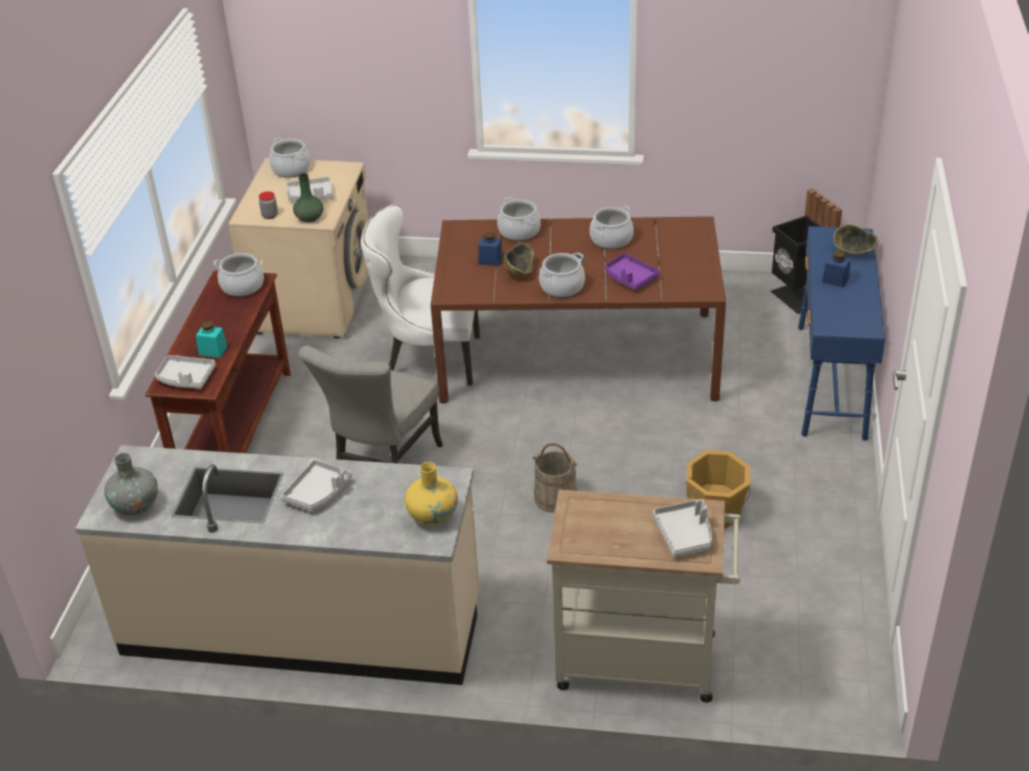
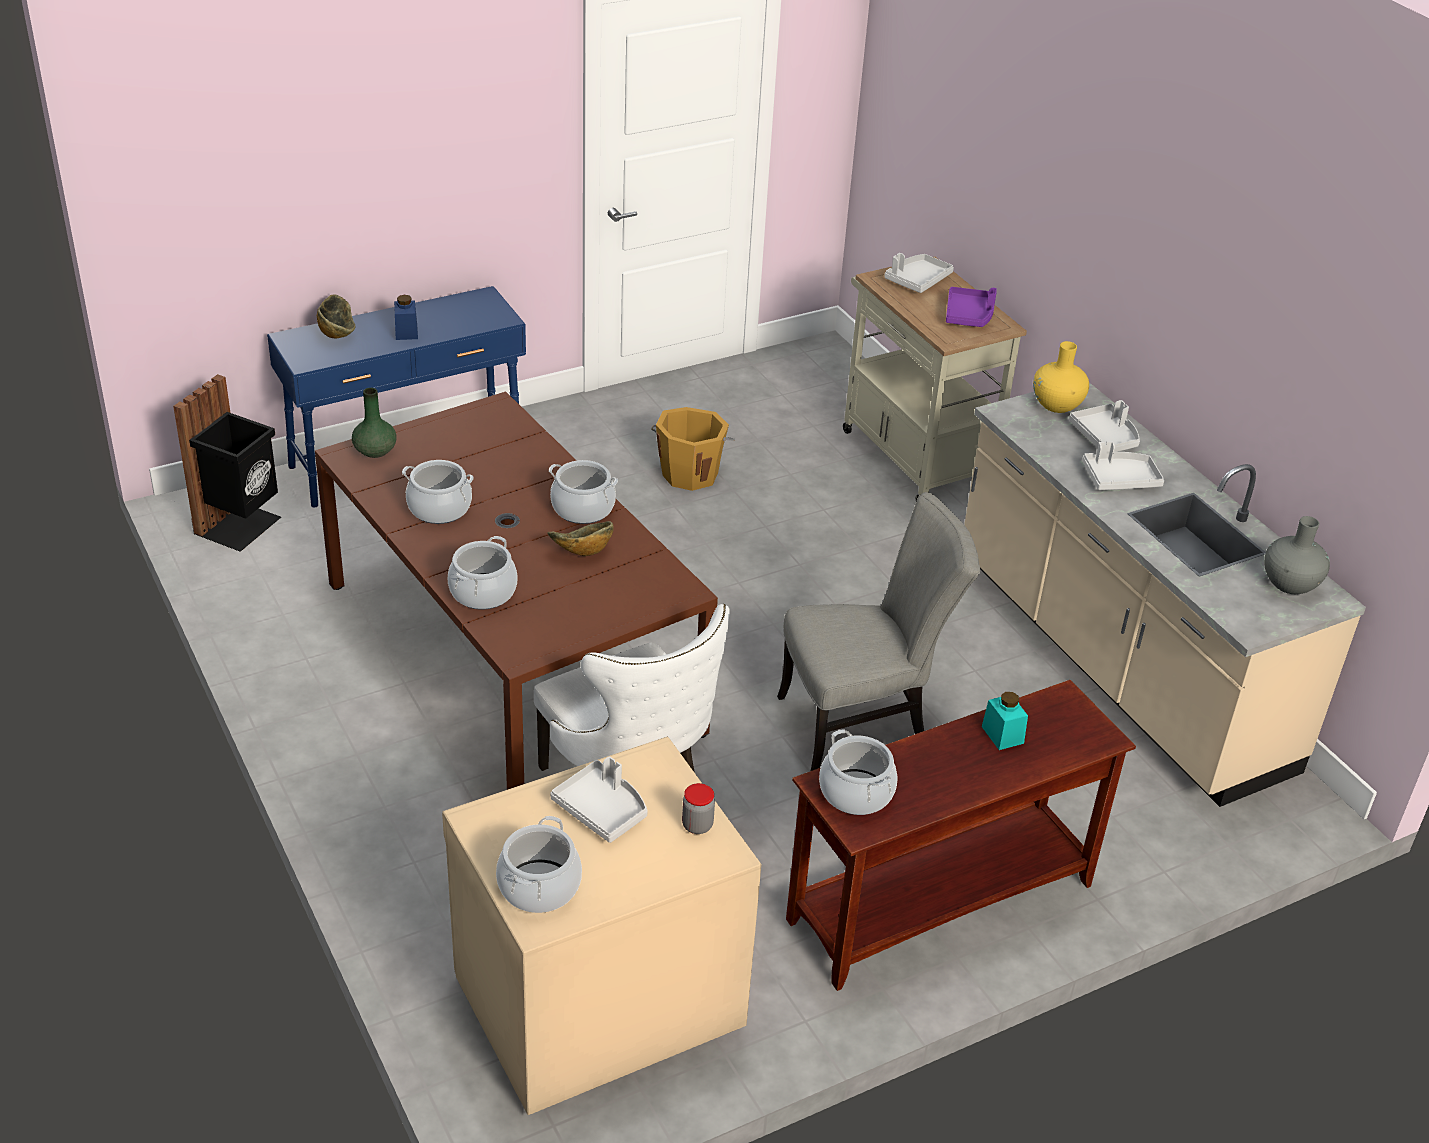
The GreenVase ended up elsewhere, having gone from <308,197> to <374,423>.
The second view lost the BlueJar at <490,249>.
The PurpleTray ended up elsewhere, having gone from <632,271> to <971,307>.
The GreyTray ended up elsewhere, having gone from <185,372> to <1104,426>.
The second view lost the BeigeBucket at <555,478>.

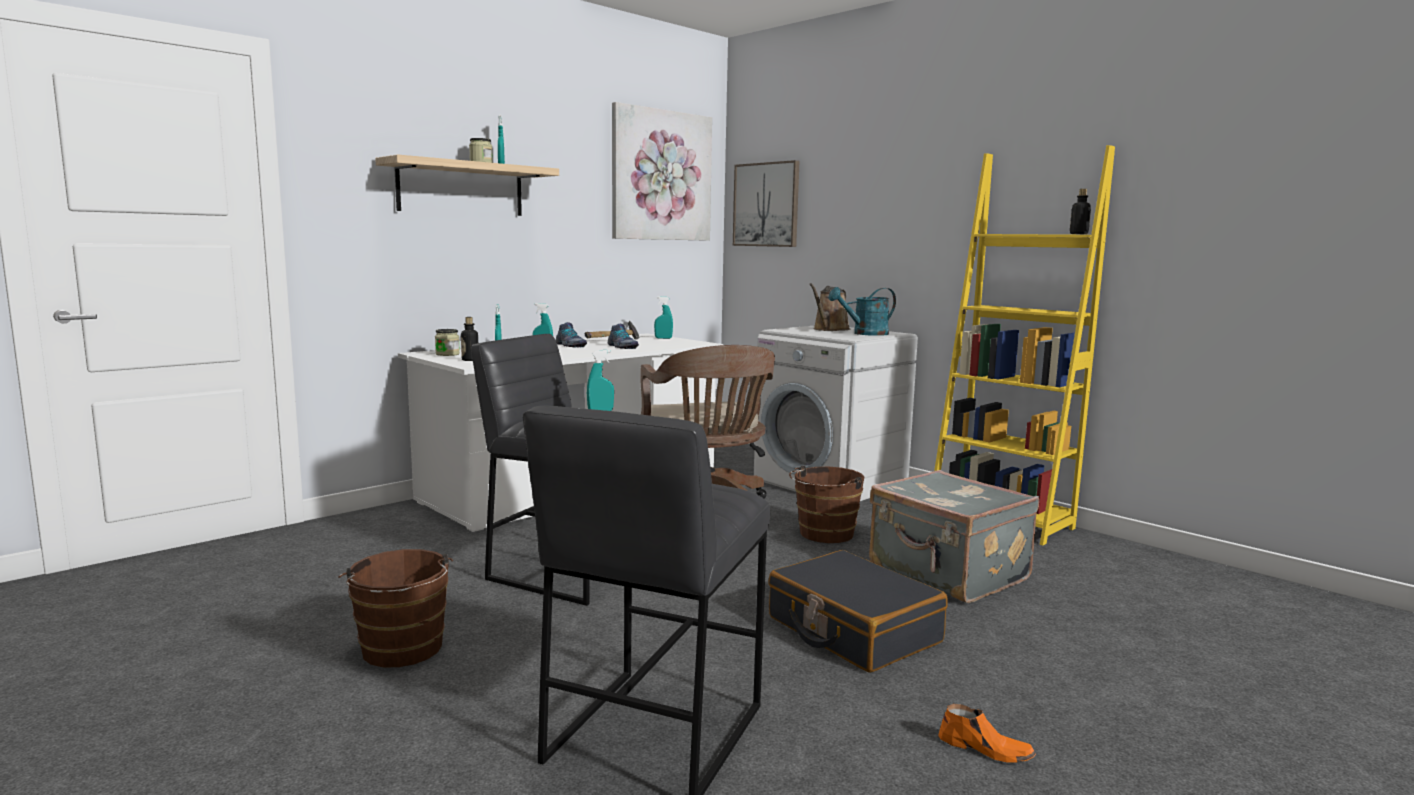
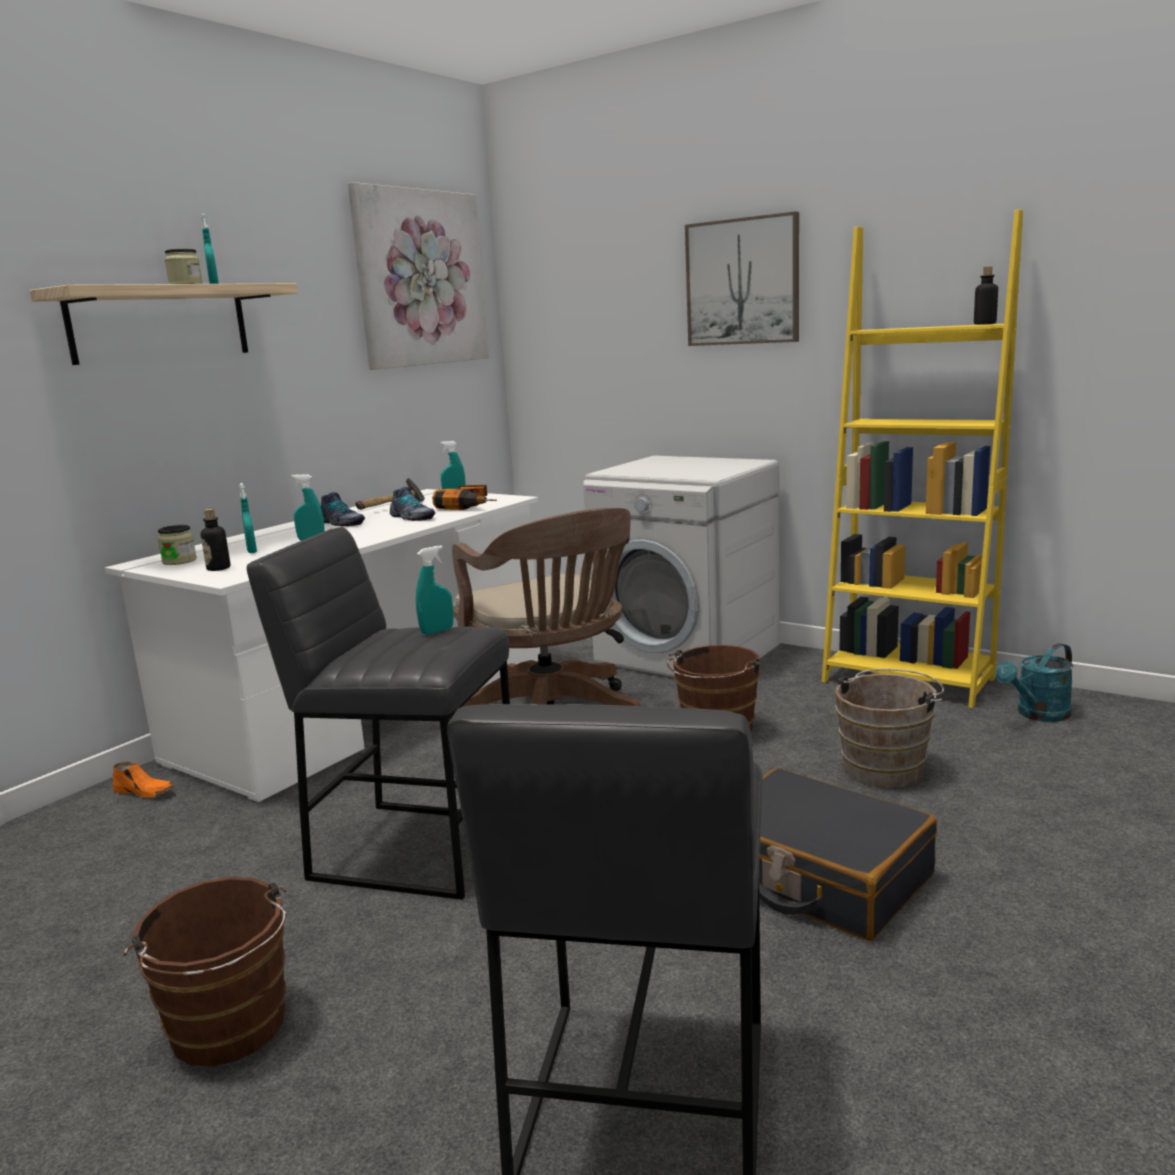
The Picture ended up elsewhere, having gone from <766,203> to <742,278>.
The second view lost the BrownWateringCan at <829,307>.
The TurquoiseWateringCan ended up elsewhere, having gone from <862,311> to <1034,682>.
Where the GreySuitcase stood at <954,536>, the BrownBucket came to stand at <889,728>.
The OrangeShoe ended up elsewhere, having gone from <987,733> to <143,780>.
The second view gained the PowerDrill at <464,497>.

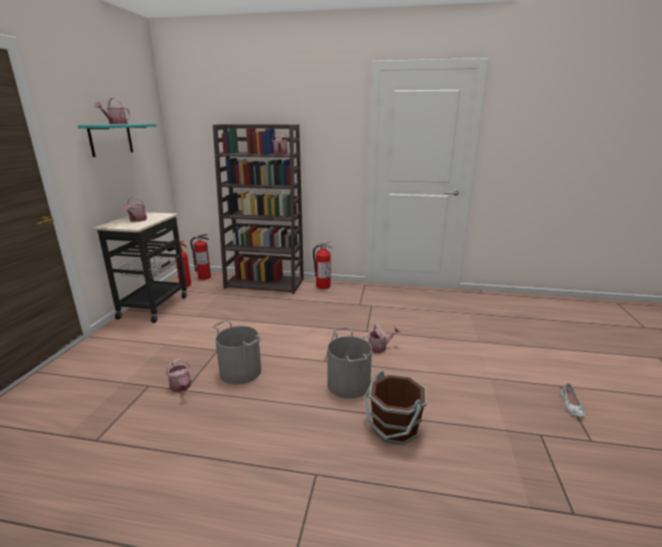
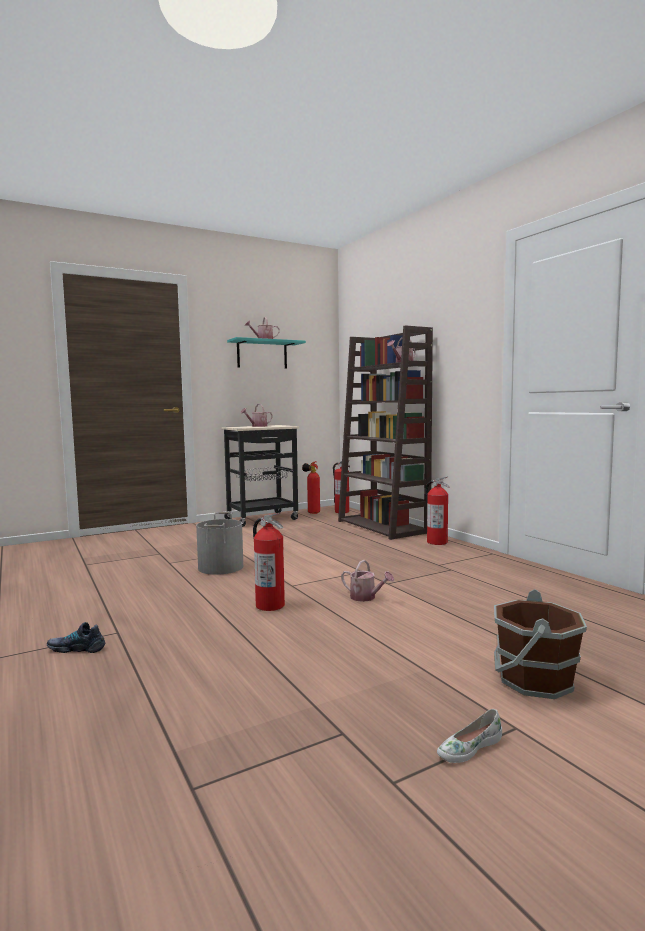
Where the GreyBucket stood at <349,363>, the FireExtinguisher came to stand at <269,561>.
The second view lost the WateringCan at <178,375>.
The BrownBucket ended up elsewhere, having gone from <395,408> to <540,644>.
The second view gained the Shoe at <76,637>.

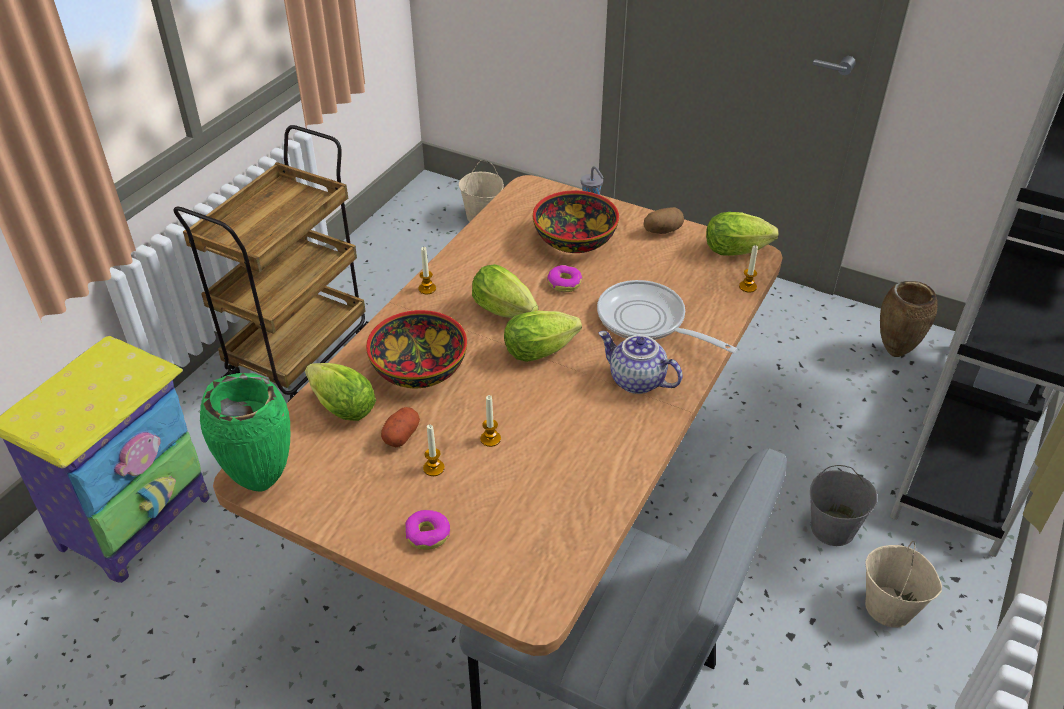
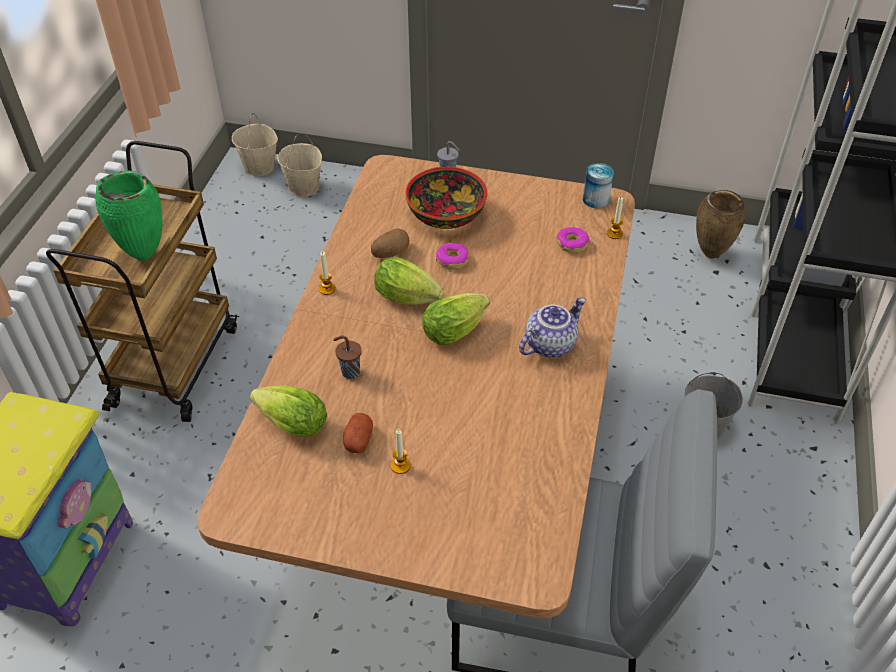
The Potato ended up elsewhere, having gone from <664,220> to <390,243>.
Where the Lettuce stood at <742,234>, the Can came to stand at <598,185>.
The second view lost the FryingPan at <667,316>.
Where the Bowl stood at <416,349>, the BrownCup came to stand at <347,357>.
The Teapot at <640,362> ended up facing another way, 120 degrees clockwise from before.
The GreenVase ended up elsewhere, having gone from <245,432> to <128,215>.
The second view lost the Candle at <490,421>.
The Donut ended up elsewhere, having gone from <427,530> to <573,240>.
The BeigeBucket ended up elsewhere, having gone from <903,584> to <255,144>.

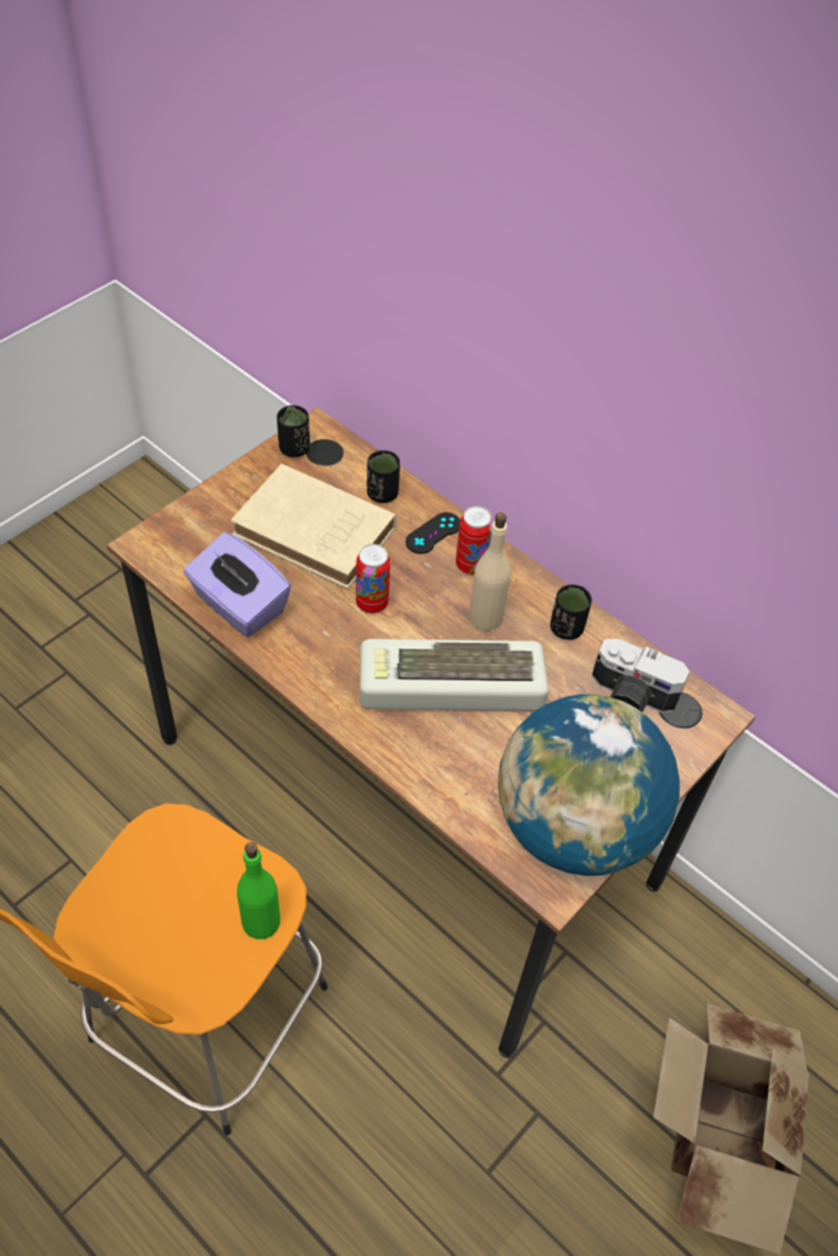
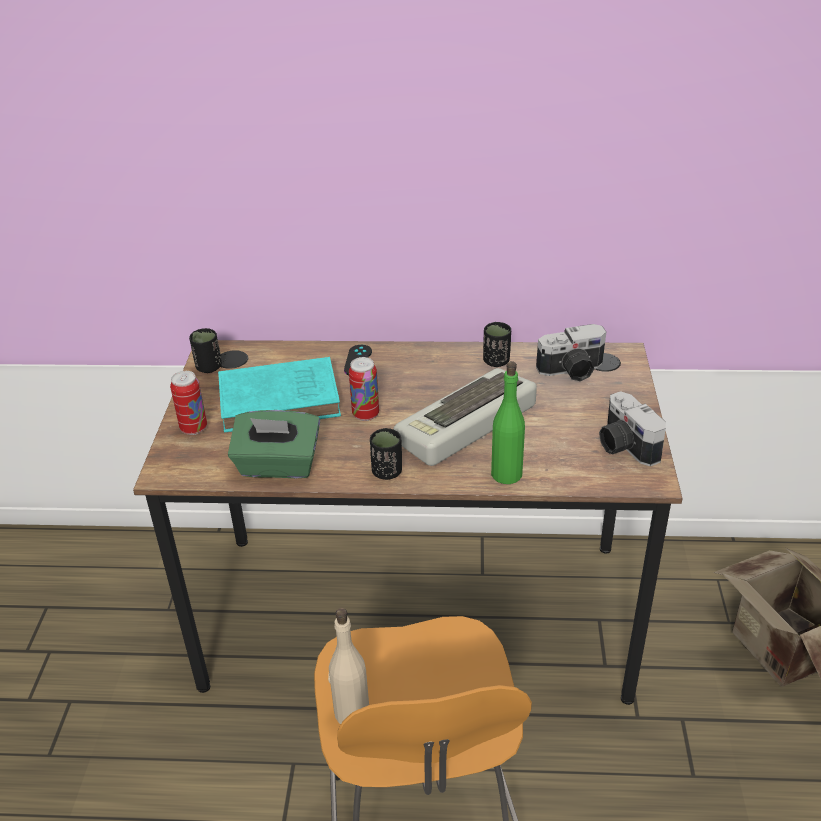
The BlackCup ended up elsewhere, having gone from <383,476> to <386,454>.
What was the BeigeBook at <314,526> turned into the TurquoiseBook at <279,395>.
The Can ended up elsewhere, having gone from <474,540> to <188,403>.
The BeigeBottle ended up elsewhere, having gone from <489,571> to <348,666>.
What was the PurpleTissueBox at <237,584> turned into the GreenTissueBox at <274,444>.
Where the Globe stood at <589,785>, the PhotoCamera came to stand at <632,428>.
The GreenBottle ended up elsewhere, having gone from <258,890> to <508,422>.

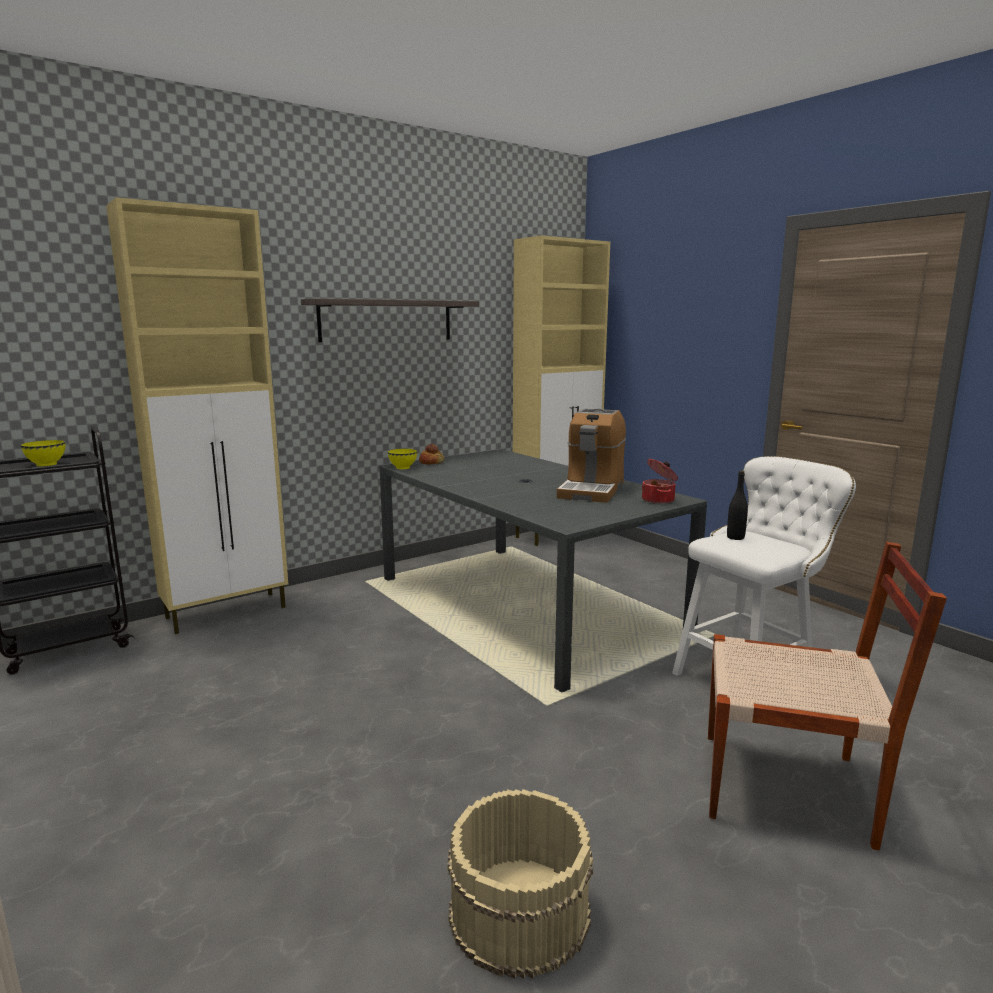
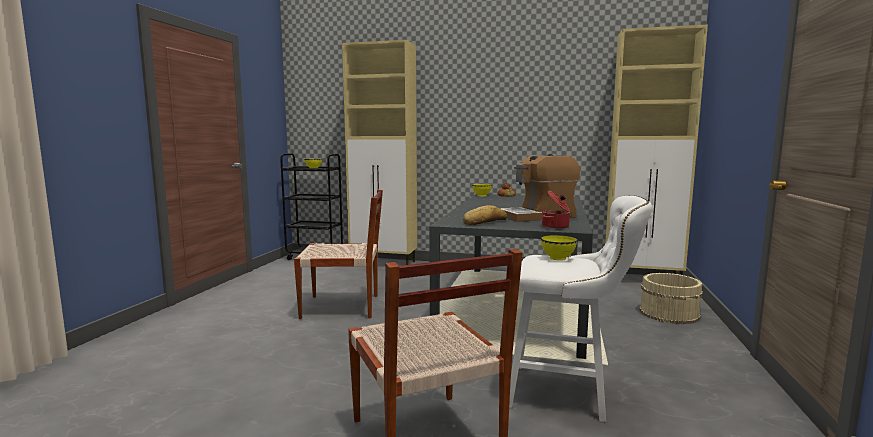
The second view lost the Shelf at <390,320>.
Where the BlackBottle stood at <737,505>, the YellowBowl came to stand at <559,248>.
The BeigeBucket ended up elsewhere, having gone from <520,884> to <671,298>.
The second view gained the Chair at <338,254>.
The second view gained the Bread at <485,215>.

